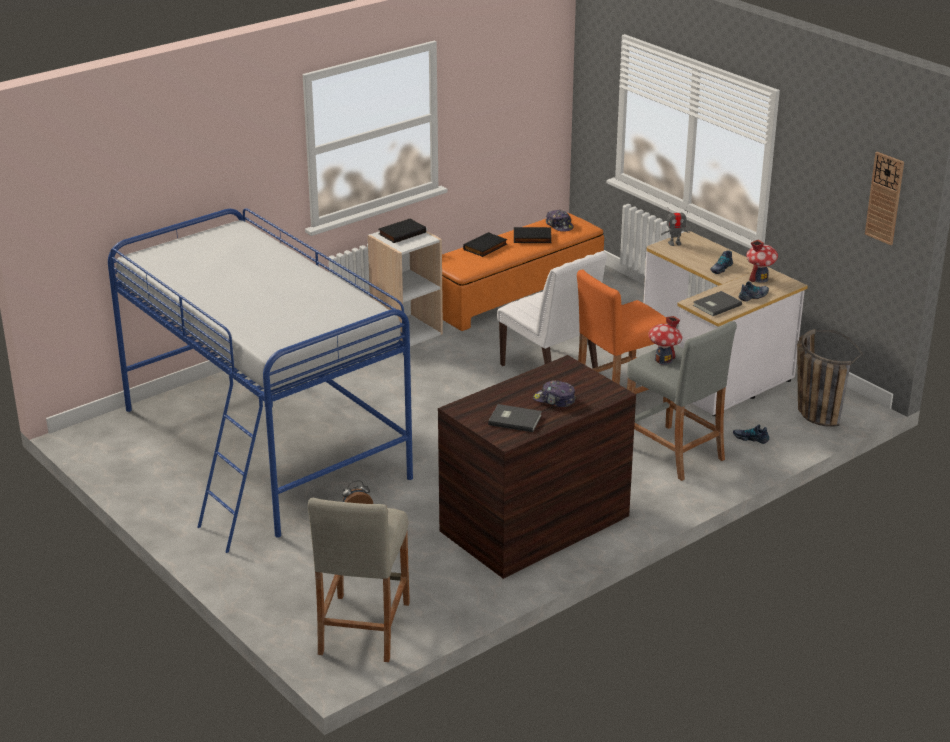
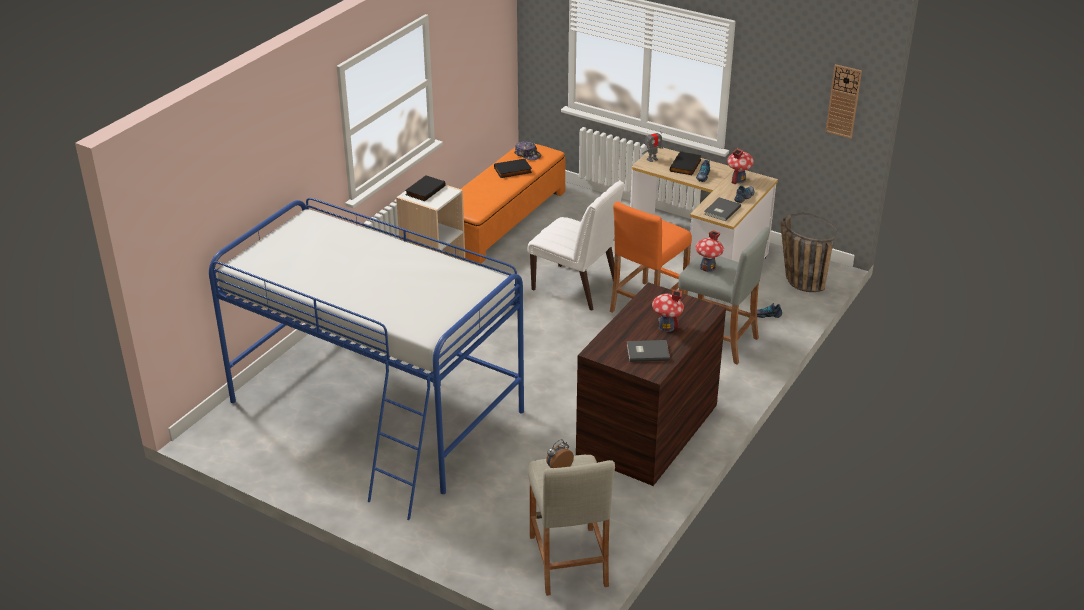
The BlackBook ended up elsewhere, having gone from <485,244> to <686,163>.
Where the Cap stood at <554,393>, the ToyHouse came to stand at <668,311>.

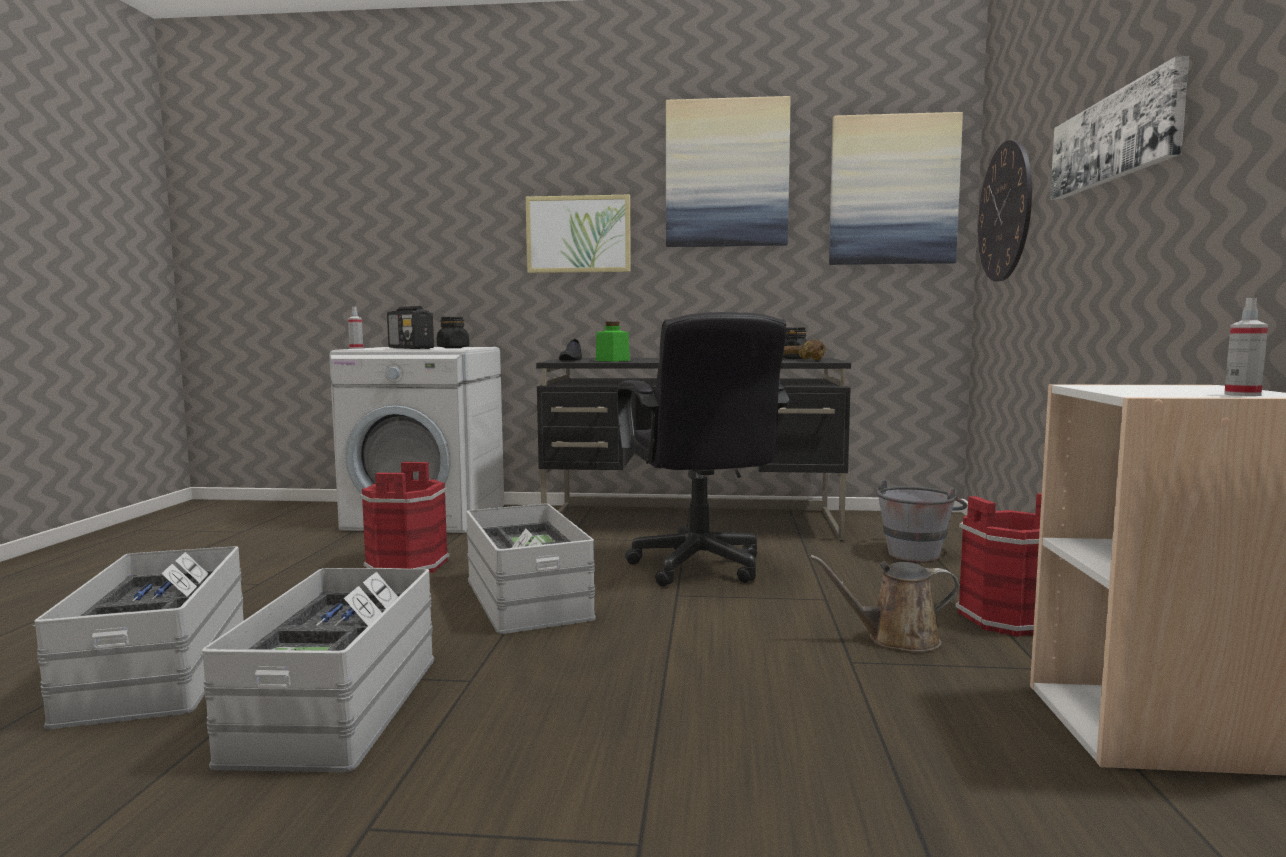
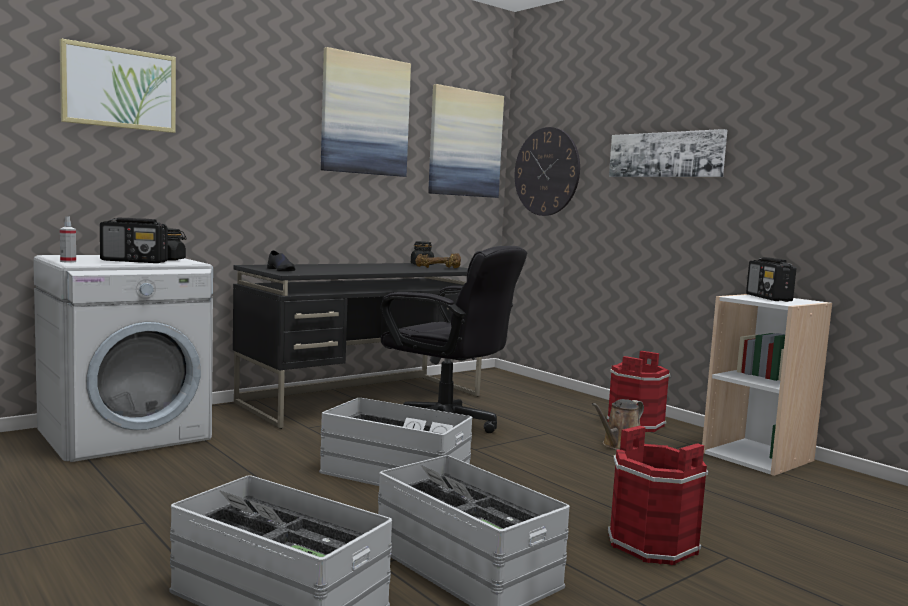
The Picture ended up elsewhere, having gone from <578,234> to <118,85>.
The second view lost the SprayBottle at <1246,347>.
The second view lost the GreenJar at <613,342>.
The RedBucket ended up elsewhere, having gone from <404,517> to <658,495>.
The second view lost the GreyBucket at <922,521>.
The second view gained the Radio at <771,279>.

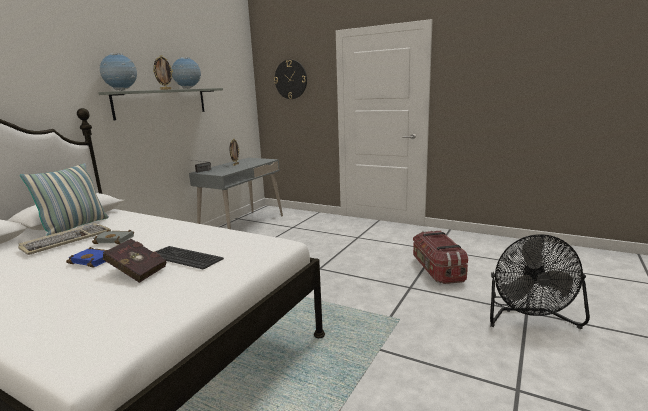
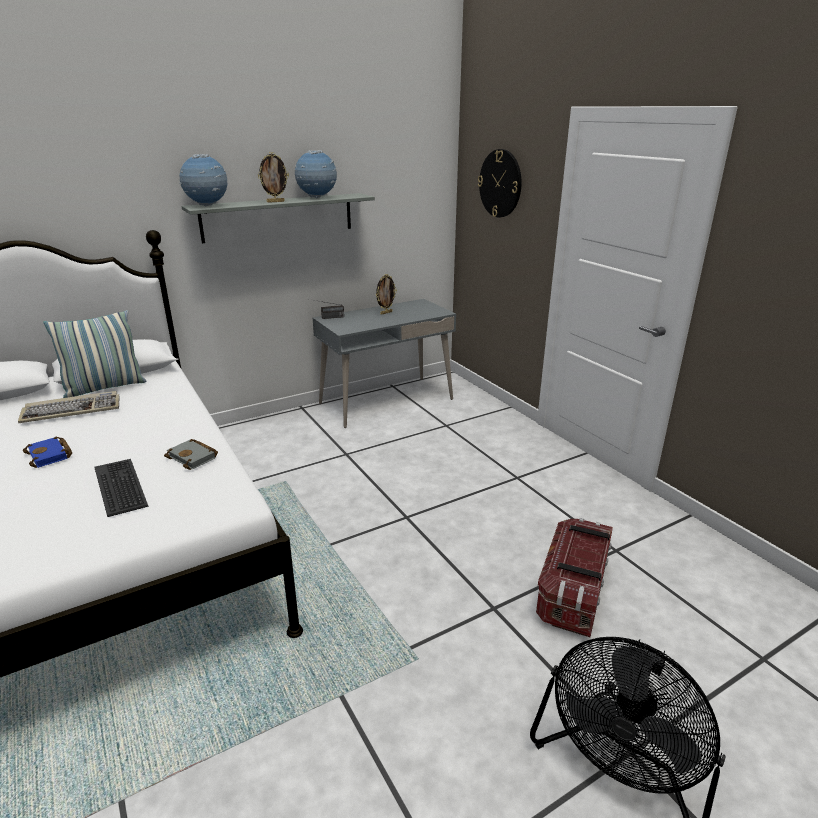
The GreyBook ended up elsewhere, having gone from <113,237> to <191,454>.
The second view lost the RedBook at <134,261>.

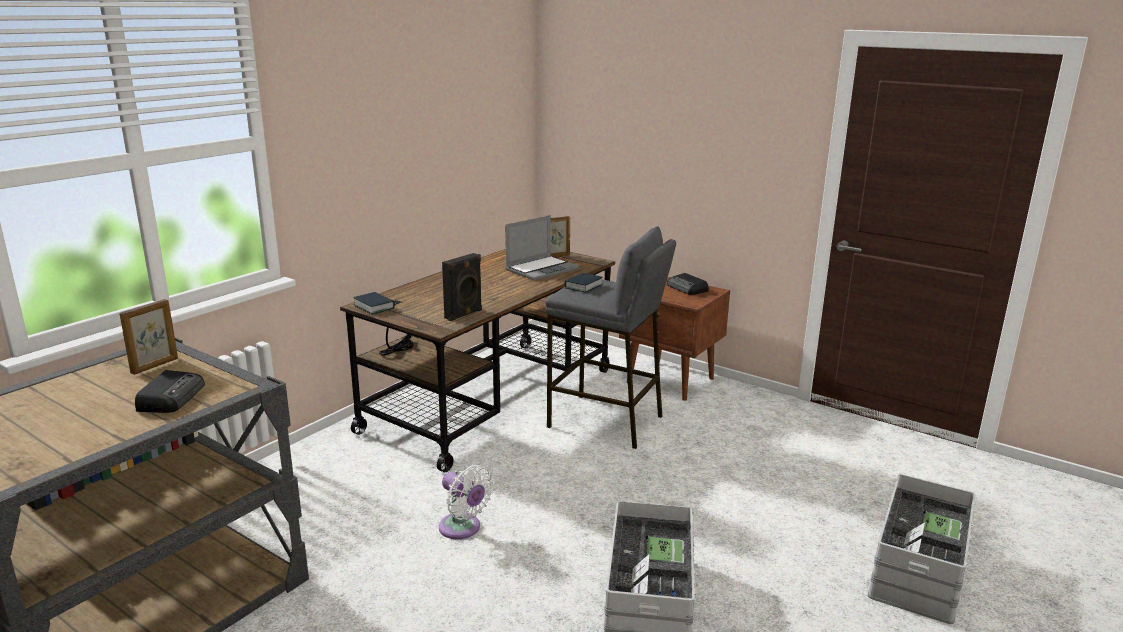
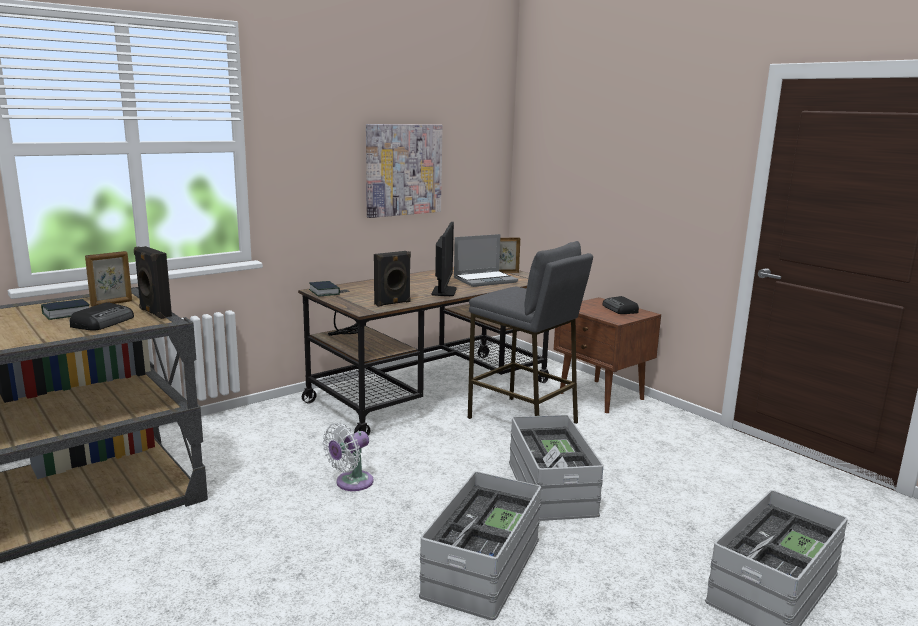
The Book ended up elsewhere, having gone from <584,283> to <65,309>.
The WhiteFan at <466,502> ended up facing another way, 75 degrees clockwise from before.
The second view gained the Picture at <404,171>.
The second view gained the Monitor at <444,259>.
The second view gained the BlackSpeaker at <153,282>.
The second view gained the GreyStorageBox at <556,468>.

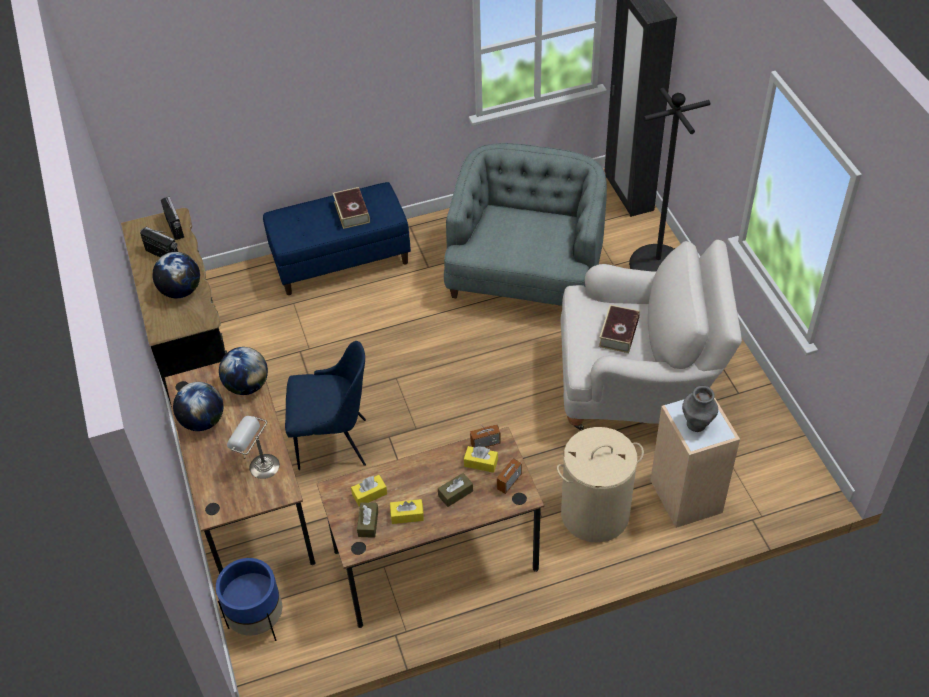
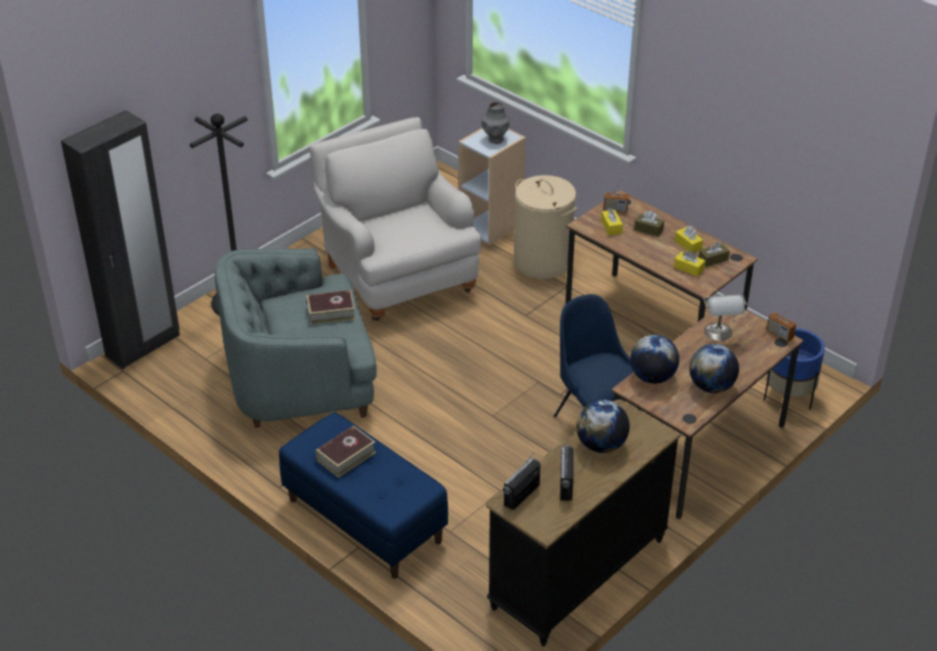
The Book ended up elsewhere, having gone from <619,328> to <331,307>.
The Radio ended up elsewhere, having gone from <485,435> to <781,323>.

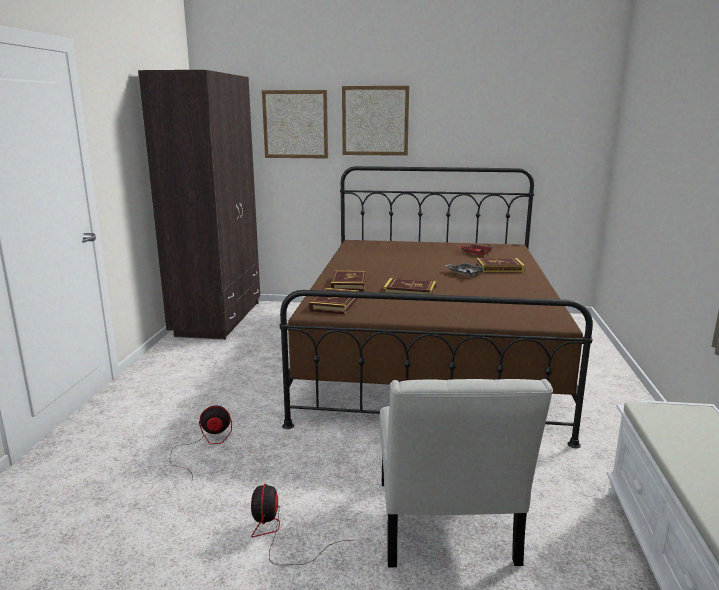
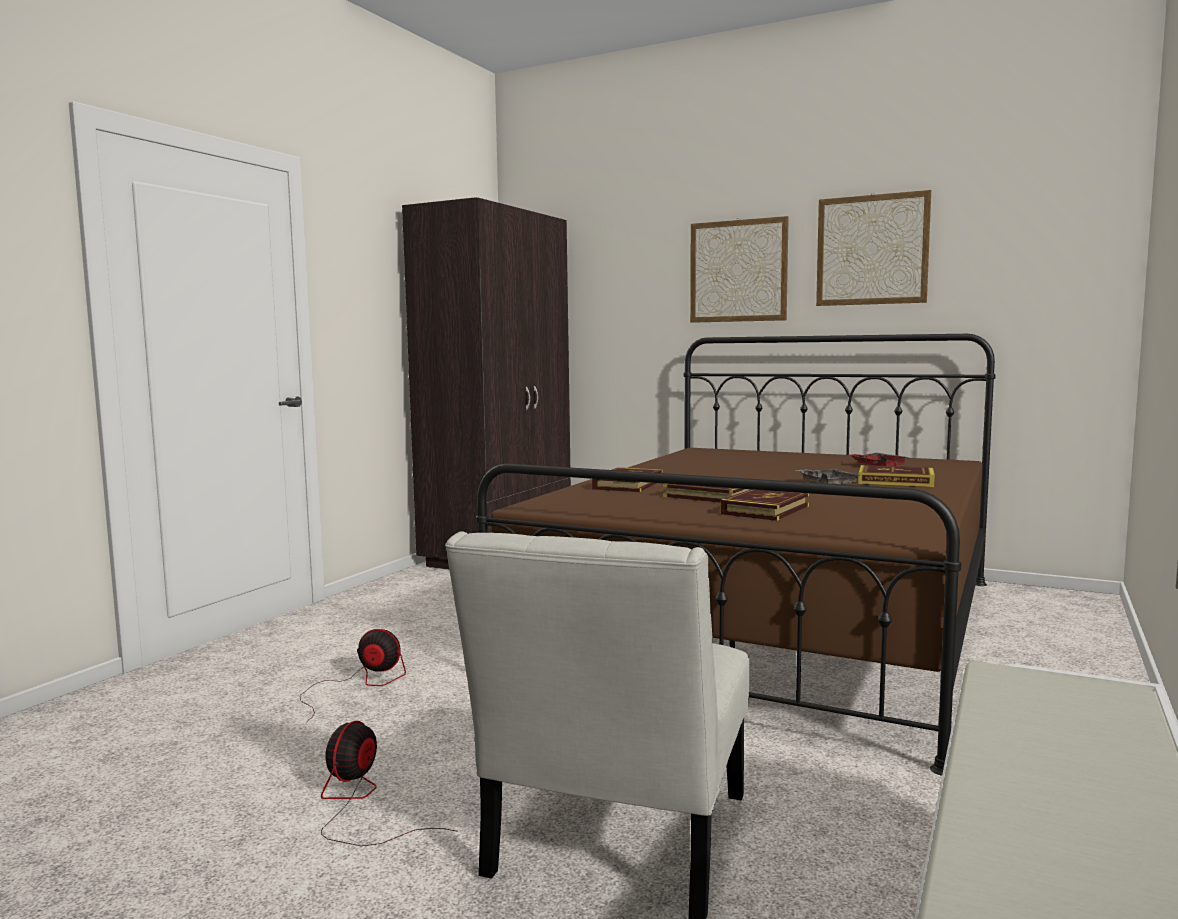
The Picture ended up elsewhere, having gone from <295,123> to <873,248>.
The Book ended up elsewhere, having gone from <334,301> to <765,505>.

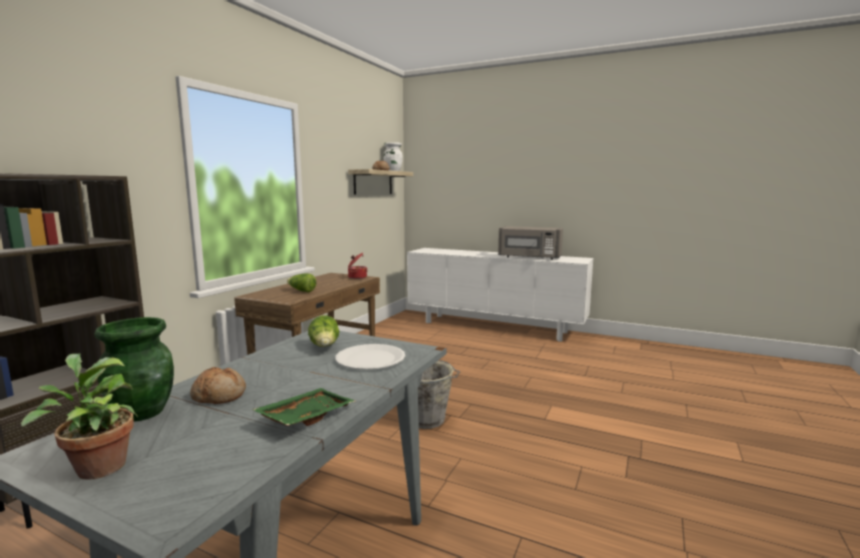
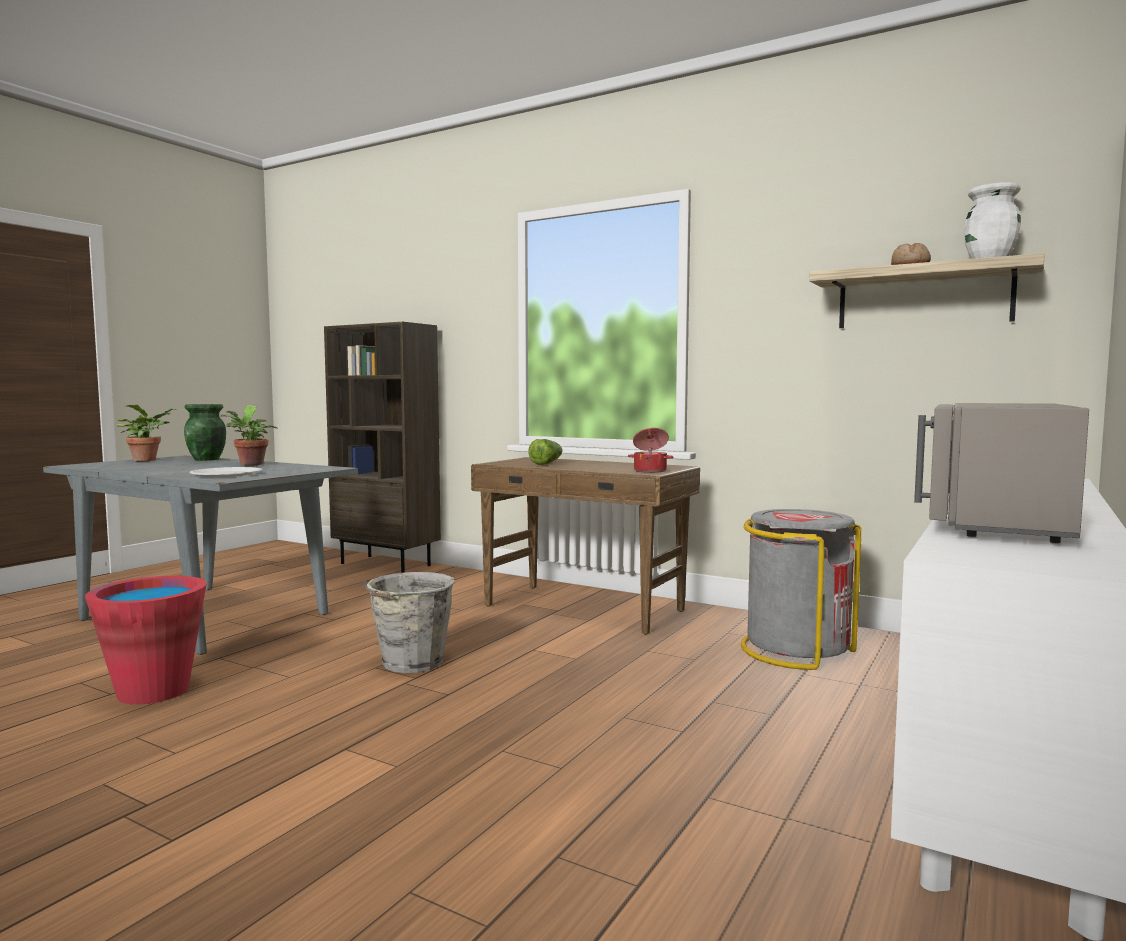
The second view lost the Lettuce at <323,331>.
The second view lost the Bread at <218,385>.
The second view lost the GreenTray at <303,407>.
The second view gained the PottedPlant at <249,435>.
The second view gained the GreyTrashCan at <801,589>.
The second view gained the RedBucket at <146,640>.

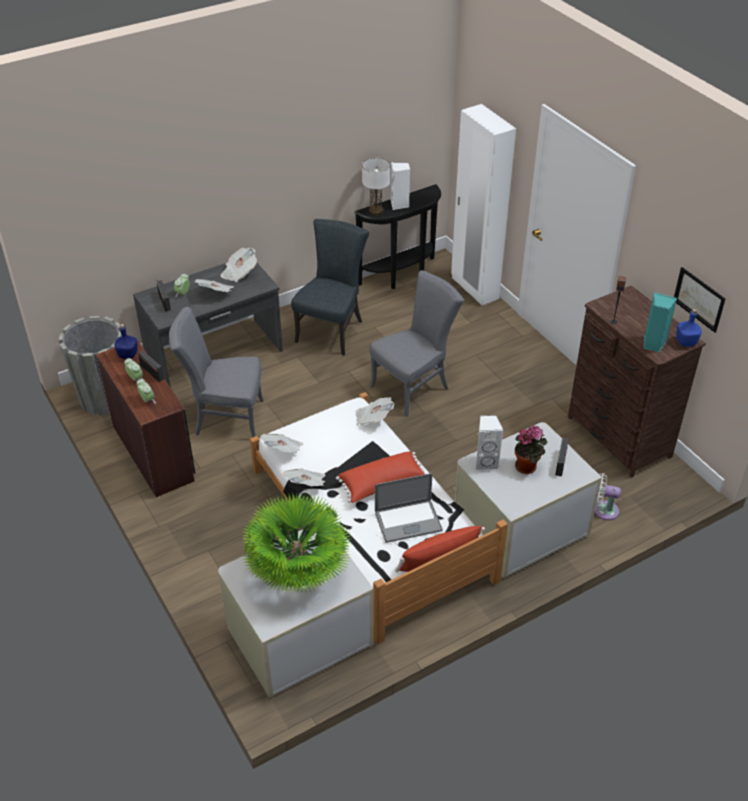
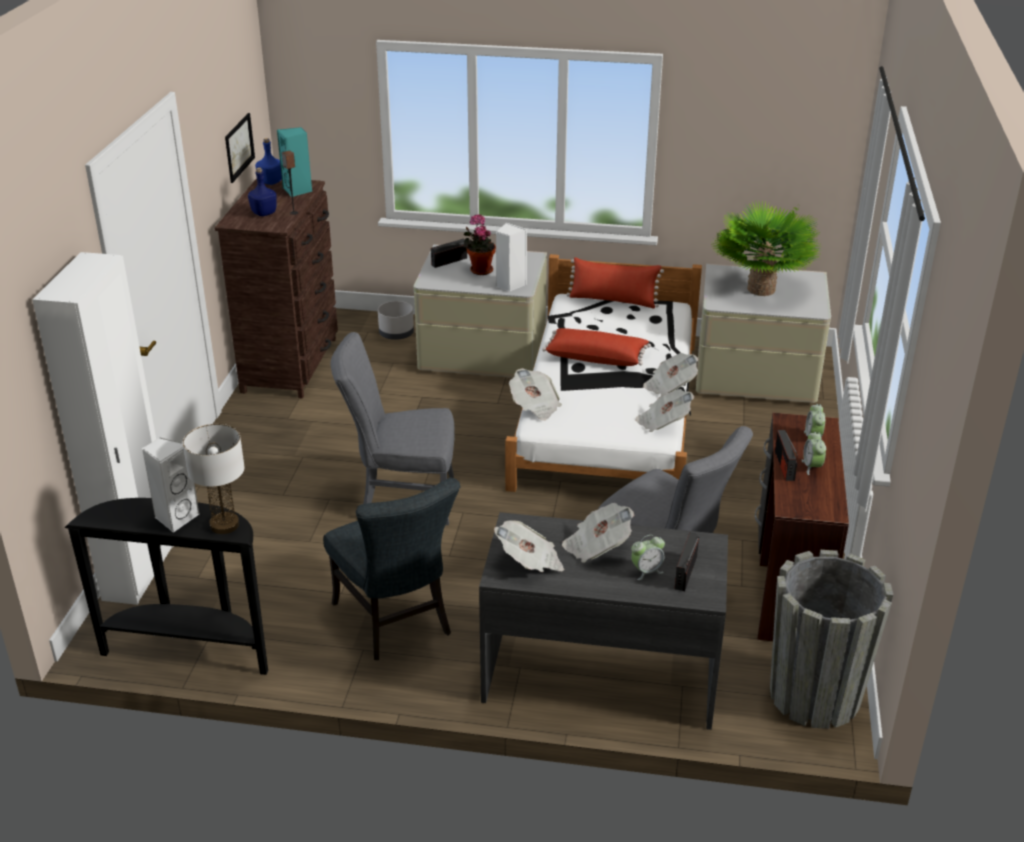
The GreyChair at <330,287> ended up facing another way, 90 degrees counterclockwise from before.
The BlueBottle ended up elsewhere, having gone from <126,341> to <262,191>.
The second view lost the Laptop at <409,508>.
Where the WhiteFan stood at <608,496>, the GreyPlanter came to stand at <396,320>.

